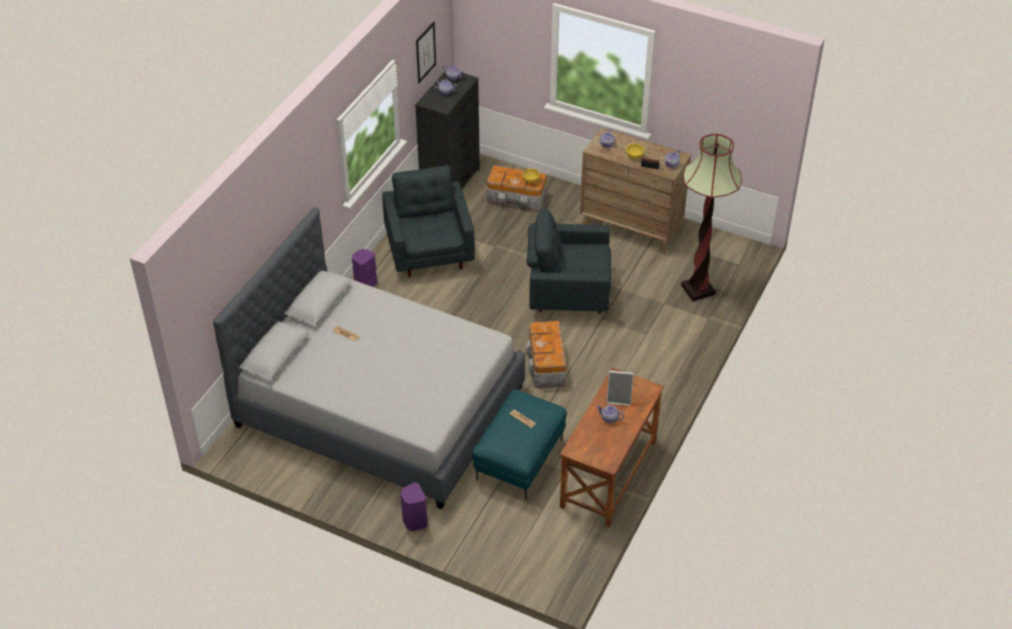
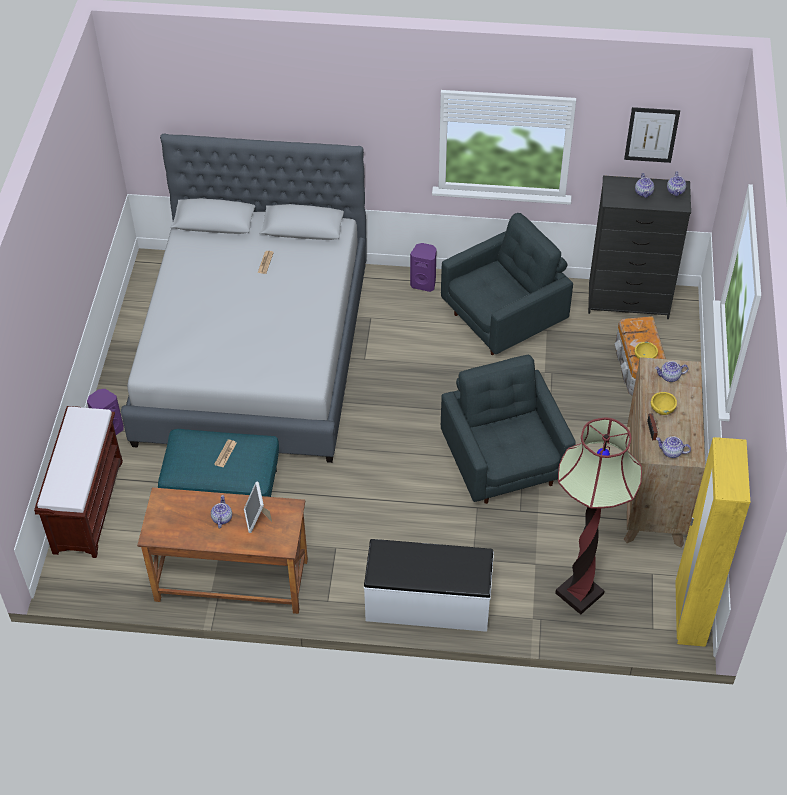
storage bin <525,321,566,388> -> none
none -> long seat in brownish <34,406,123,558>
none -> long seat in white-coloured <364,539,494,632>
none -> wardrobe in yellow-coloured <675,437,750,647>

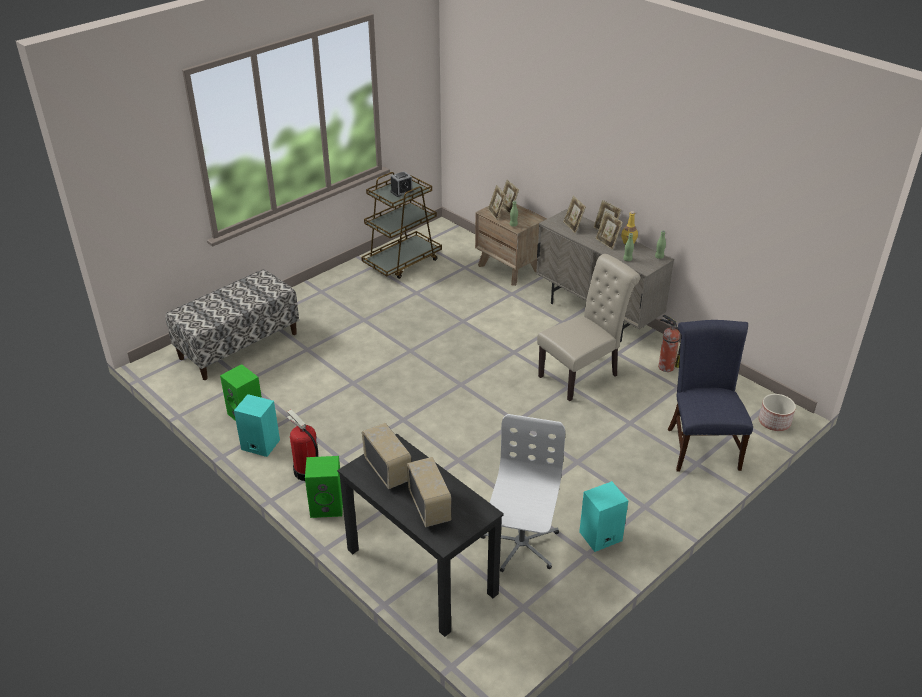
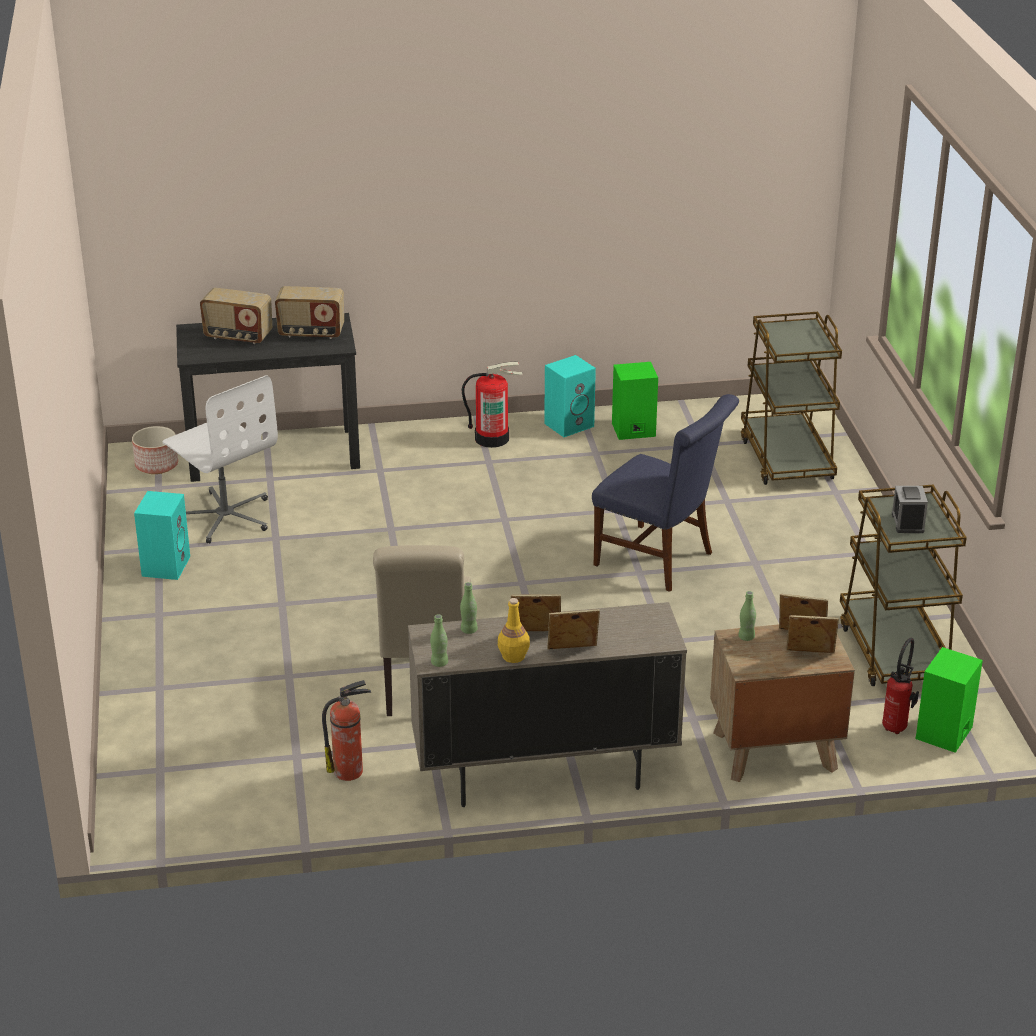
photo frame <563,196,586,233> -> none
none -> fire extinguisher <882,638,919,734>
speaker in greenish <305,456,343,518> -> speaker in greenish <916,647,983,753>, moved
plain chair in blue-coloured <667,320,753,471> -> plain chair in blue-coloured <592,394,739,592>, moved
planter <759,394,796,431> -> planter <132,426,178,474>, moved
long seat <165,269,299,380> -> wheeled cart in brownish <741,312,842,485>

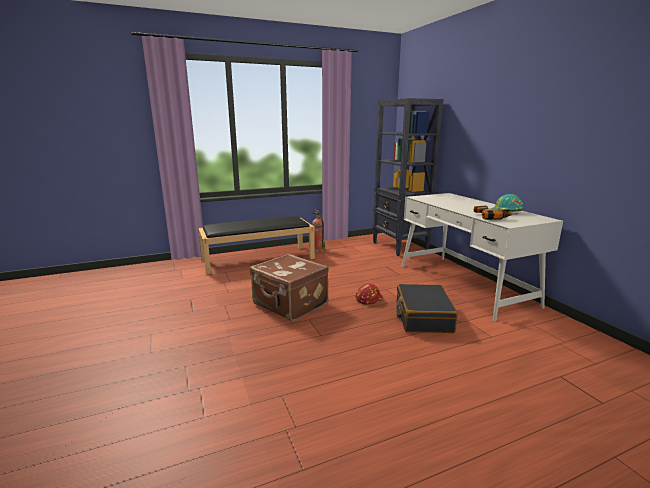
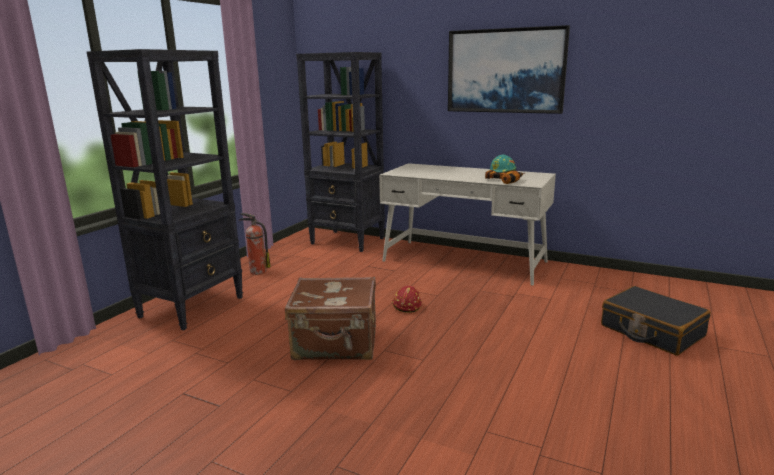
none -> wall art <448,25,570,114>
suitcase in black-coloured <396,284,458,333> -> suitcase in black-coloured <601,286,711,356>, moved
long seat in black-coloured <198,216,315,274> -> bookshelf in black-coloured <87,49,243,330>

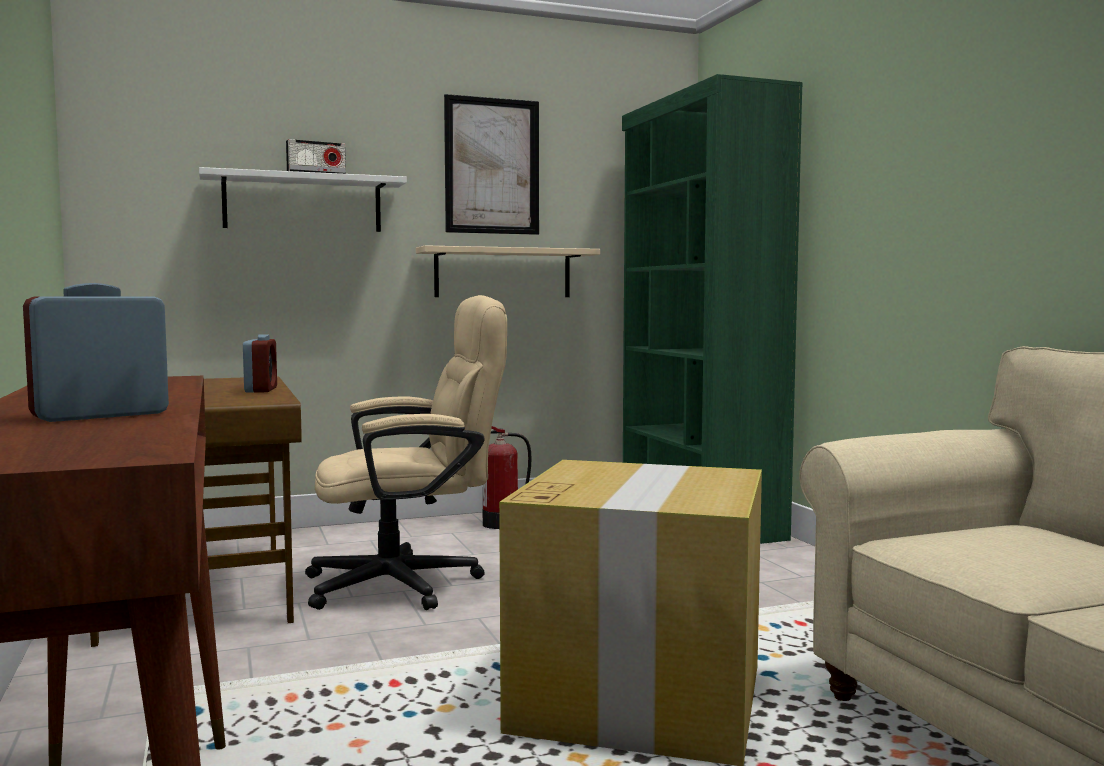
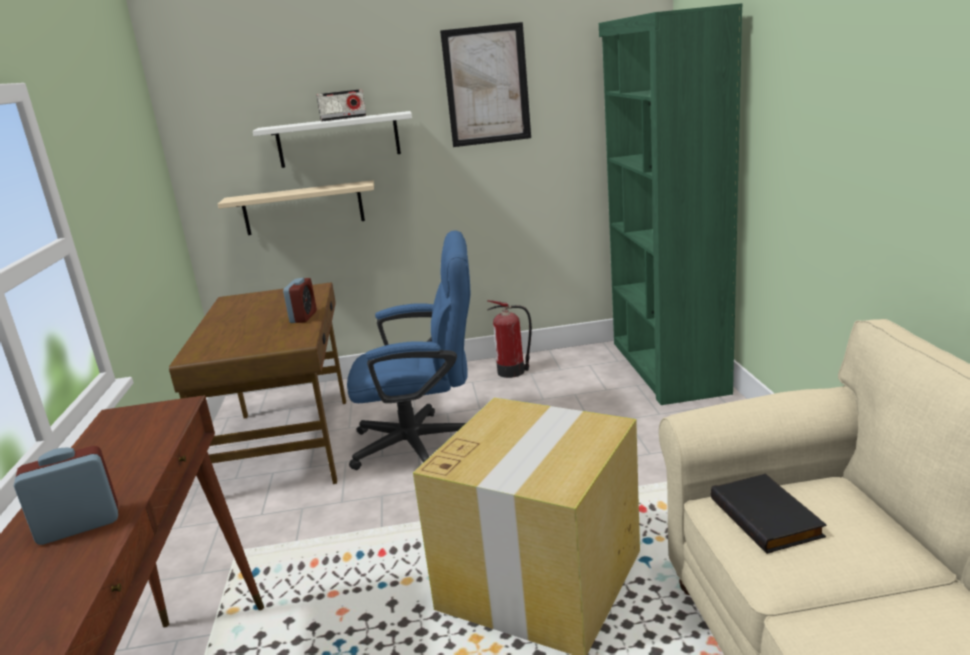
none -> volume in black-coloured <711,474,827,554>
shelf in sand-coloured <416,245,600,297> -> shelf in sand-coloured <218,180,374,235>, moved
desk chair in sand-coloured <305,295,507,610> -> desk chair in blue-coloured <347,230,470,470>

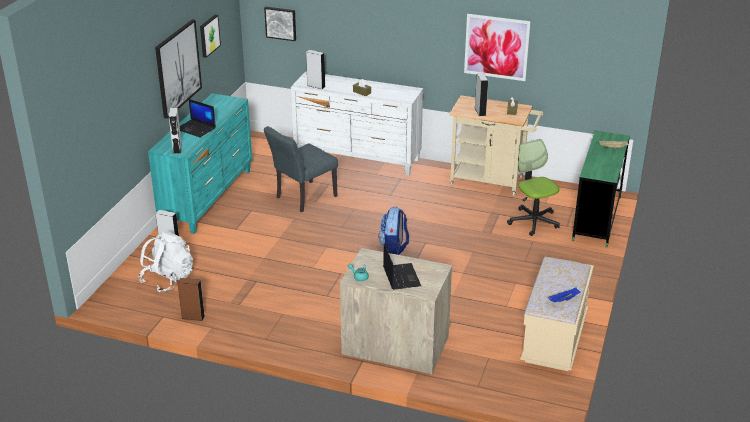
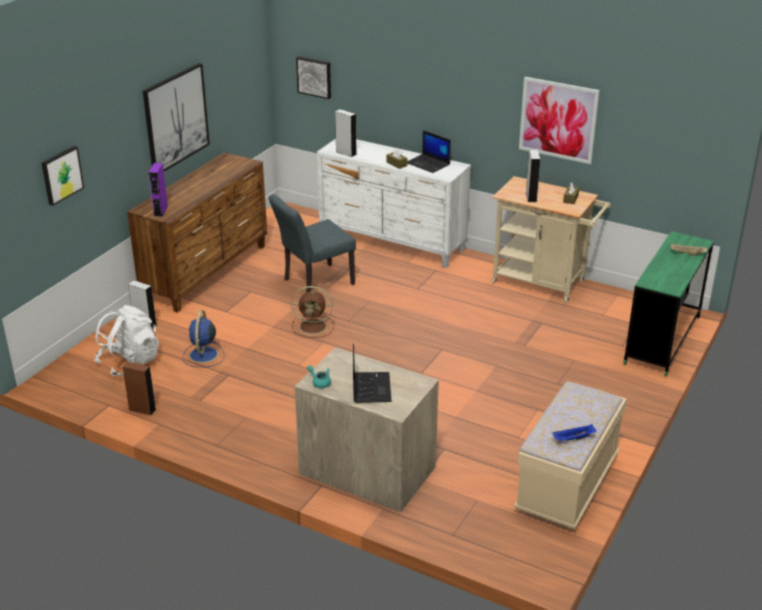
knapsack <378,207,409,255> -> none
desk chair <507,139,560,236> -> none
none -> fan in blue-coloured <183,310,225,367>
none -> fan in brownish <291,286,334,338>
notebook computer <180,99,216,137> -> notebook computer <407,130,451,173>, moved
wall art <200,15,221,58> -> wall art <42,146,84,206>, moved
dresser in turquoise-coloured <148,93,252,234> -> dresser in brownish <127,152,267,313>
speaker in grey <169,108,182,154> -> speaker in purple-coloured <148,163,168,217>

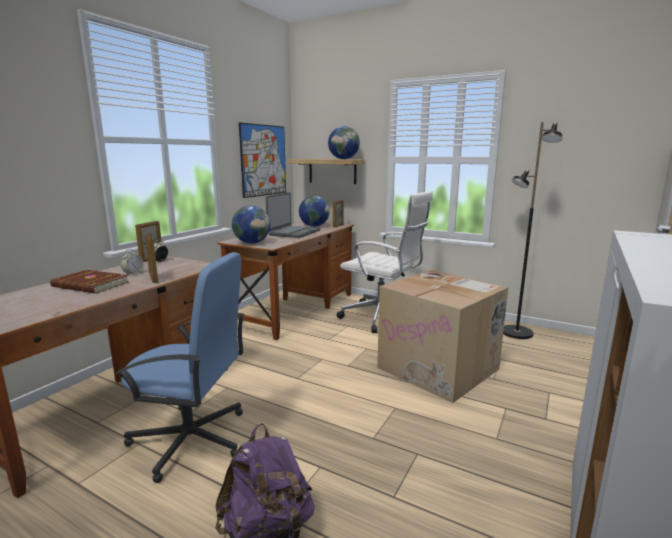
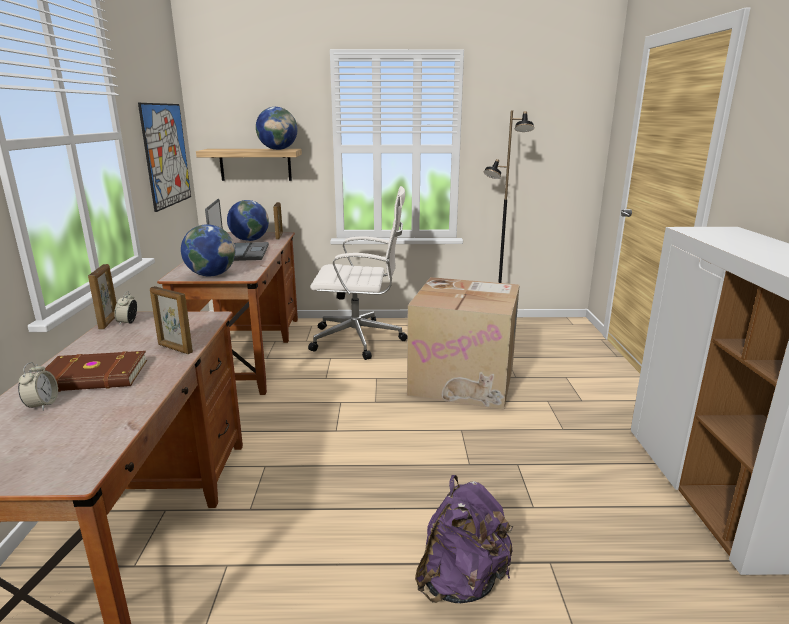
desk chair in blue-coloured <116,252,245,483> -> none
bedside clock <121,249,144,276> -> bedside clock <18,362,58,411>, moved

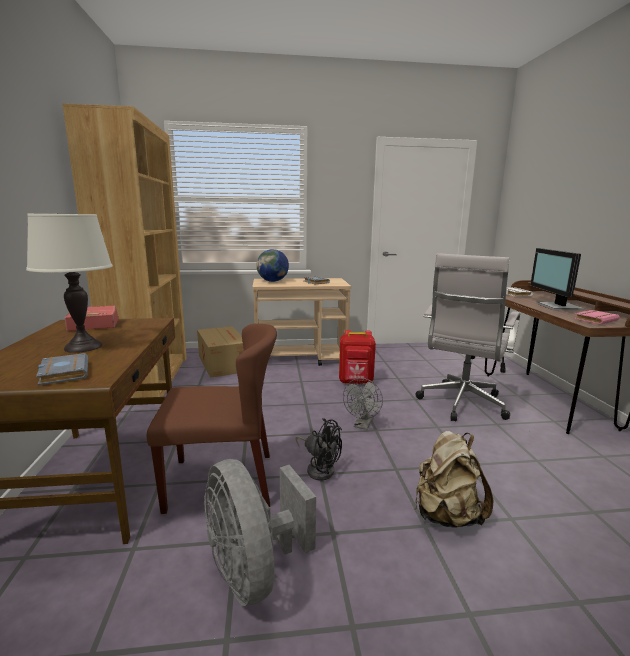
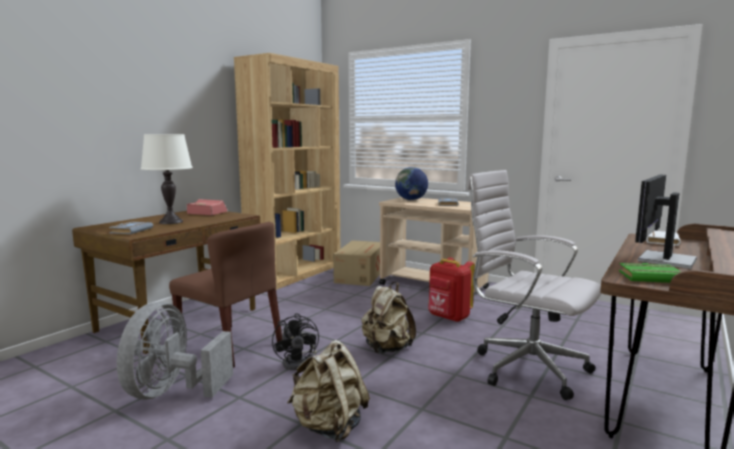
fan in grey <343,378,383,430> -> knapsack in sand-coloured <361,282,416,354>
volume in pink-coloured <574,310,620,325> -> volume in greenish <619,263,682,283>
desk chair in white-coloured <415,253,520,421> -> desk chair in white-coloured <467,170,601,400>, 60 degrees clockwise

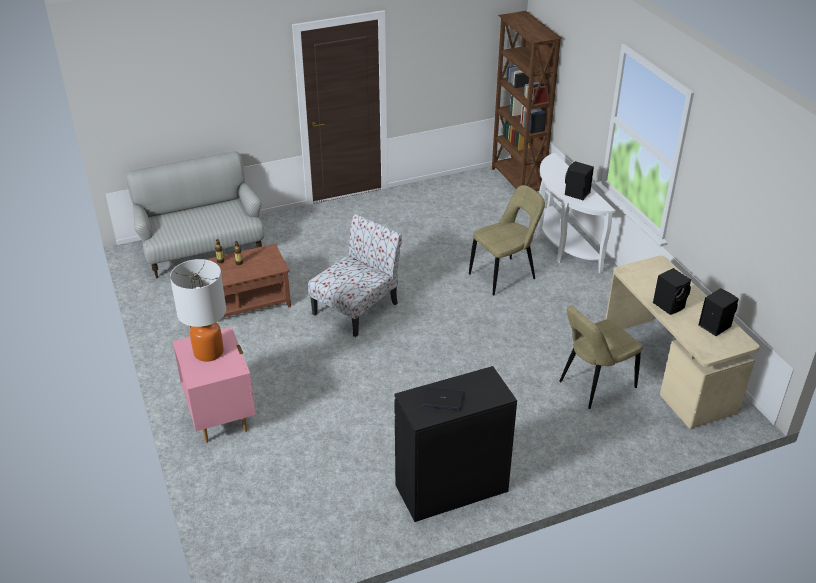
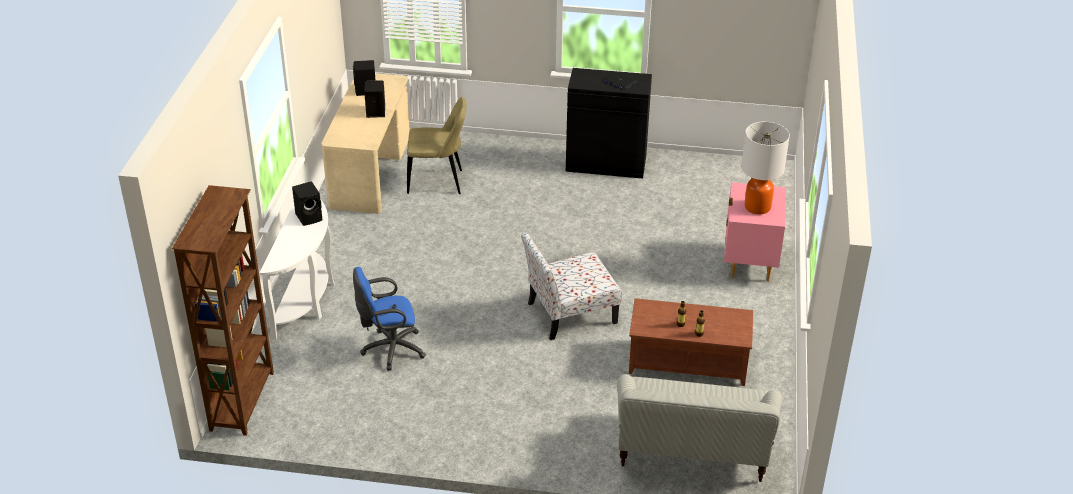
plain chair in sand-coloured <469,185,545,295> -> none
none -> desk chair in blue-coloured <353,267,426,371>

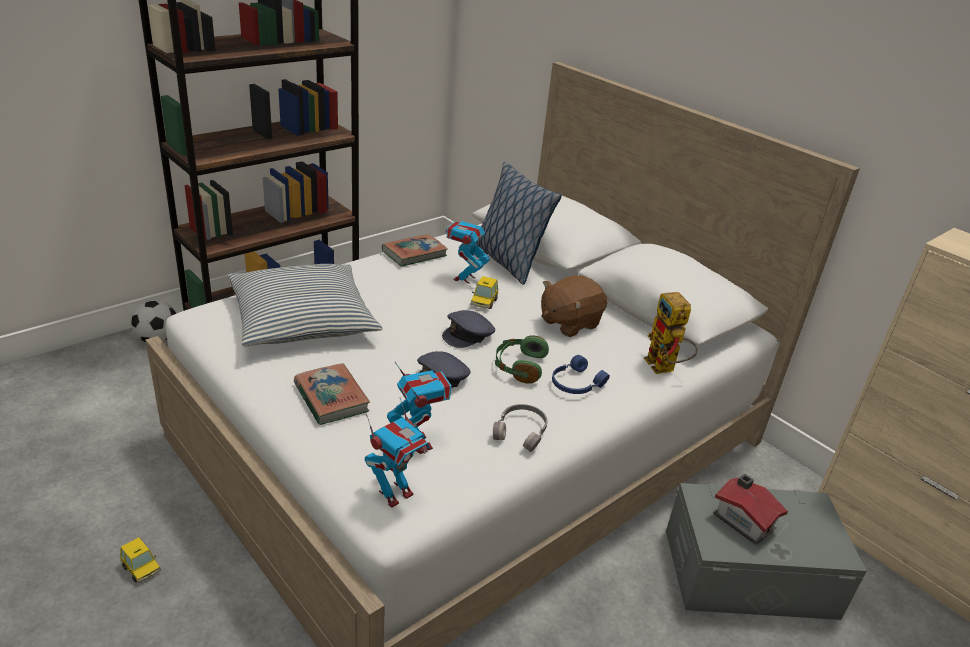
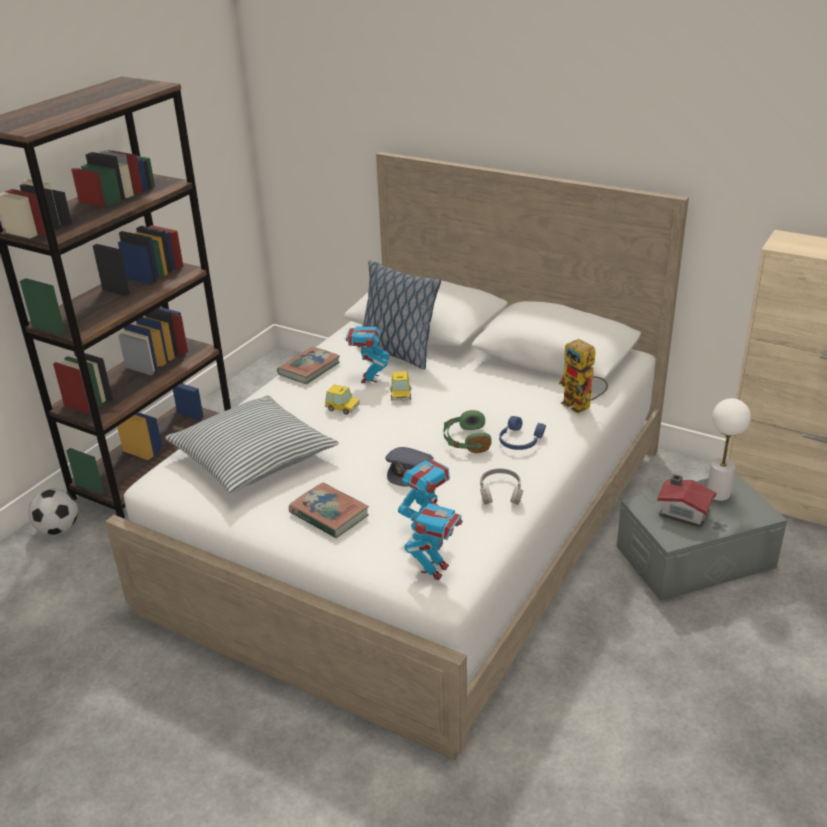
baseball cap in grey <442,310,495,348> -> none
cuddly toy in brownish <541,275,607,337> -> none
none -> lamp for a table in white-coloured <707,398,751,501>
miniature car <120,537,161,583> -> miniature car <325,385,360,415>, moved

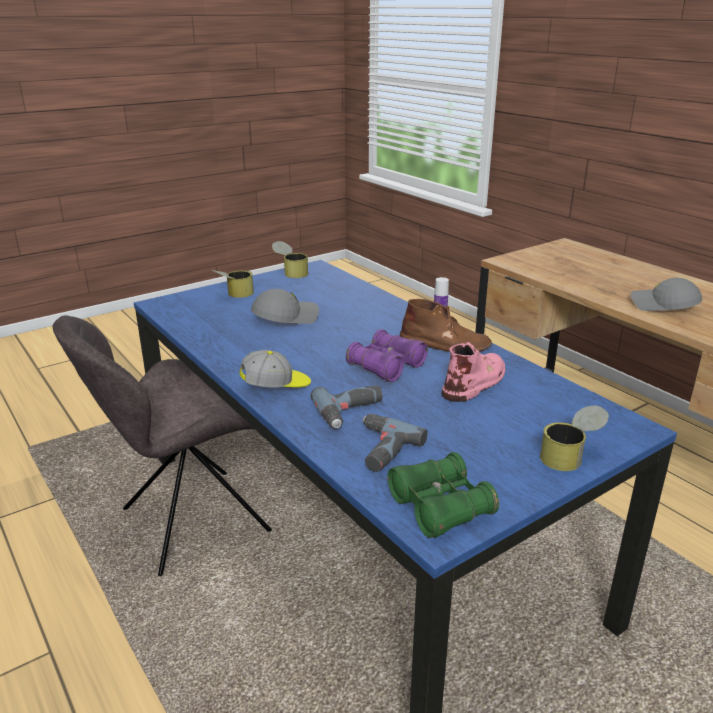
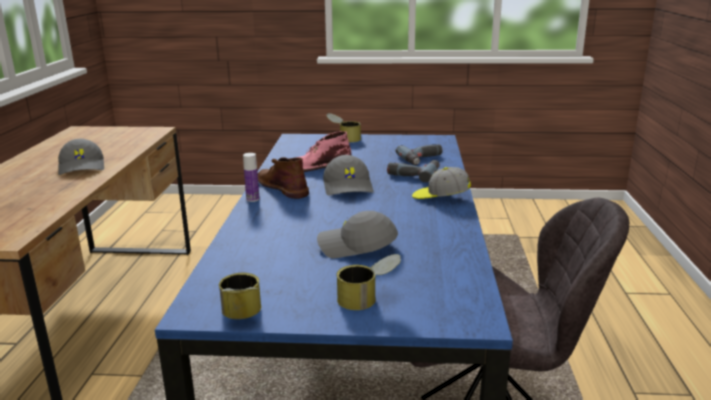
binoculars in greenish <388,452,499,538> -> none
binoculars in purple-coloured <346,329,428,382> -> baseball cap in grey <323,155,374,195>

